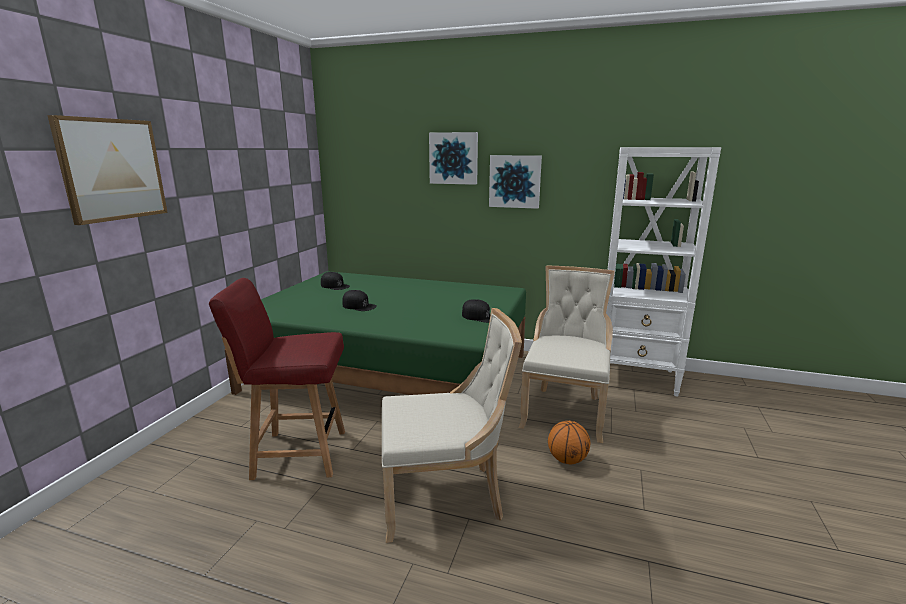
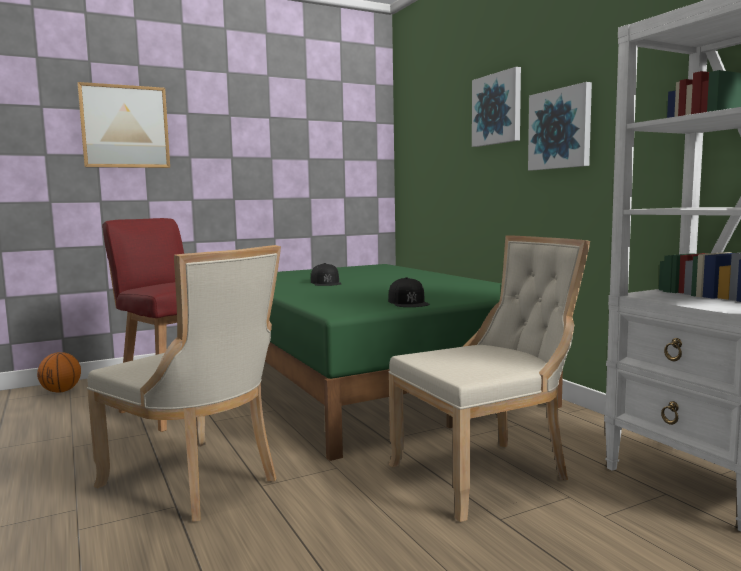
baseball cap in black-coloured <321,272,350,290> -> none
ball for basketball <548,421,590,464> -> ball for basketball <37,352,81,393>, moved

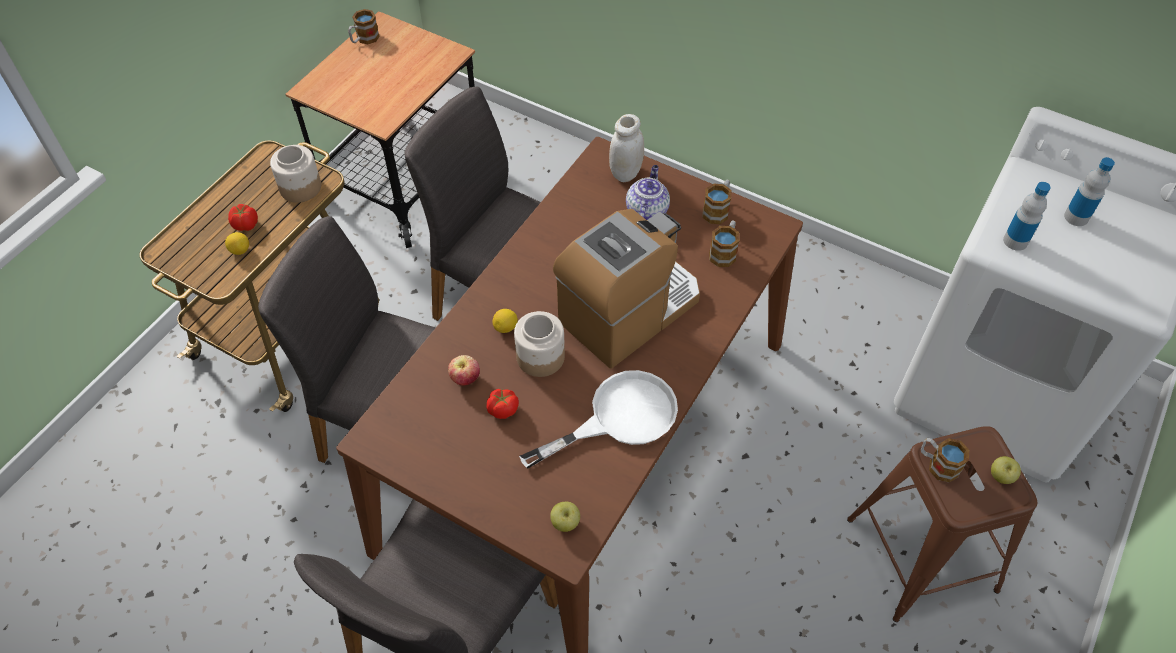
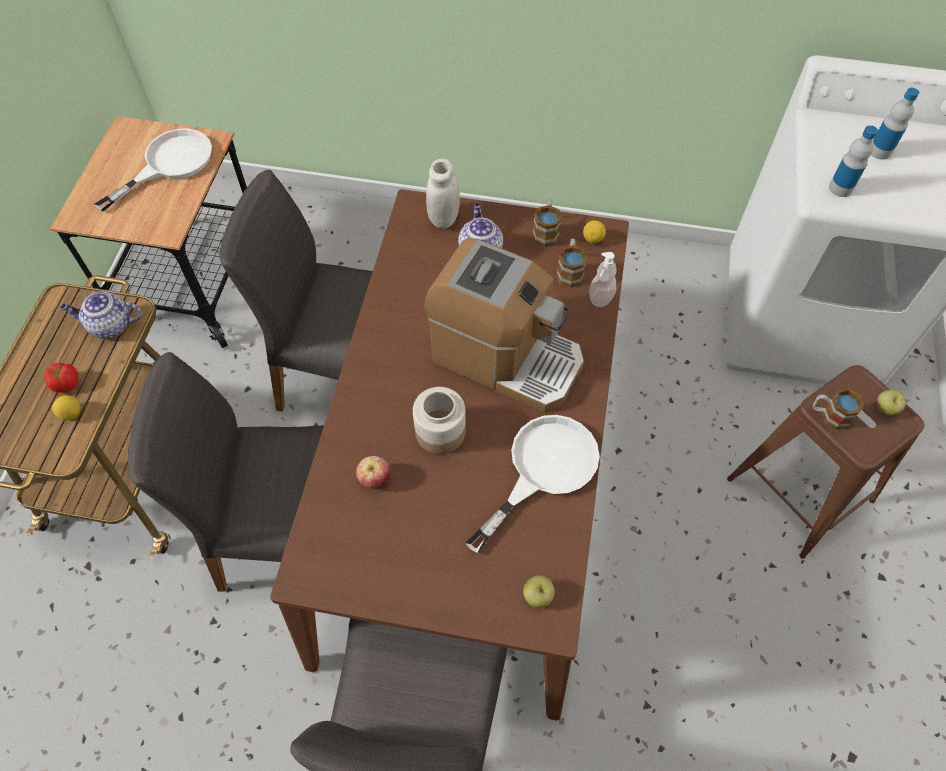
tea mug <348,9,380,44> -> none
tomato <486,389,519,419> -> none
none -> skillet in white-coloured <94,128,212,212>
none -> soap dispenser <589,252,616,307>
whole lemon <493,309,518,333> -> whole lemon <583,220,606,243>, moved
storage jar <270,145,321,203> -> tea pot <60,291,142,338>
coffee brewer <553,209,700,368> -> coffee brewer <424,238,584,413>, 90 degrees clockwise

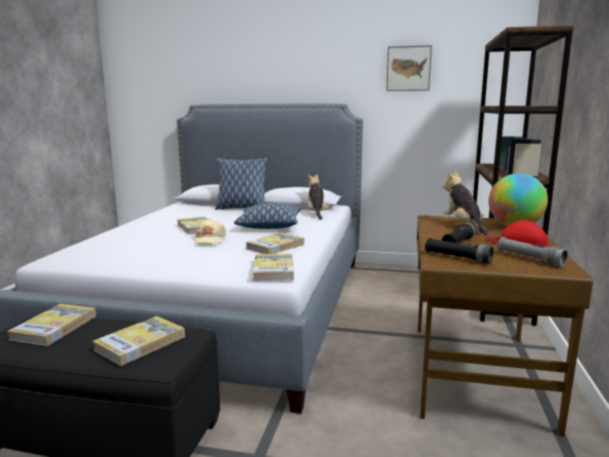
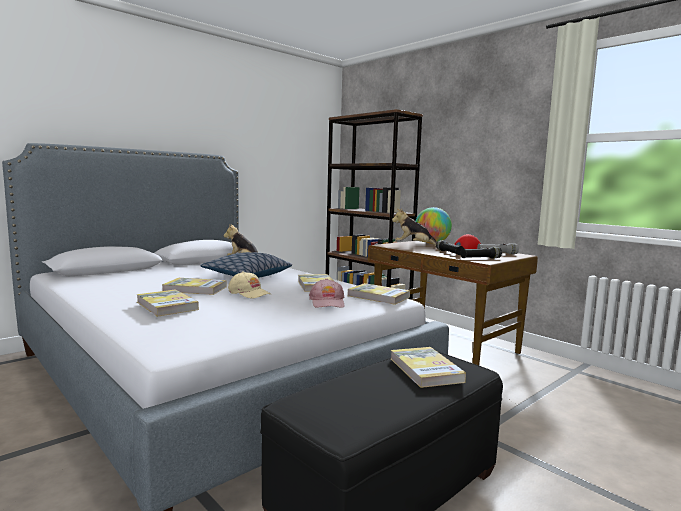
cushion <215,158,268,210> -> none
wall art <386,45,432,91> -> none
none -> baseball cap in pink-coloured <309,279,344,308>
volume <7,304,96,346> -> volume <136,290,199,317>, moved

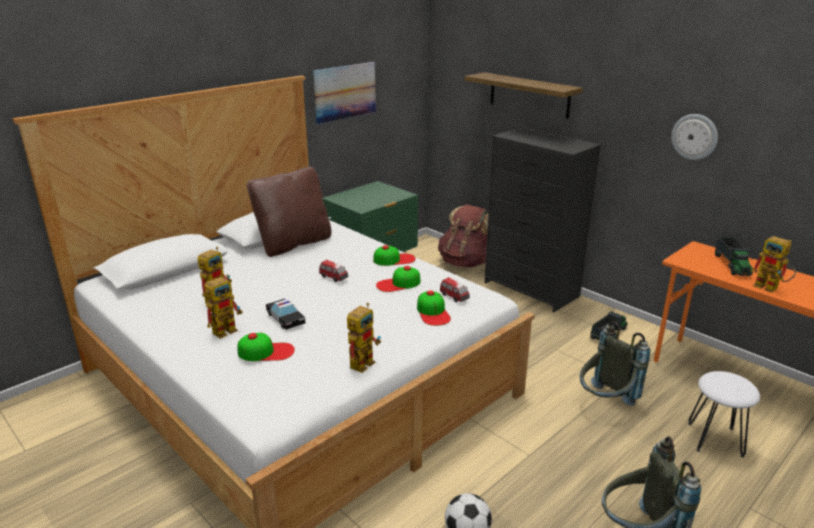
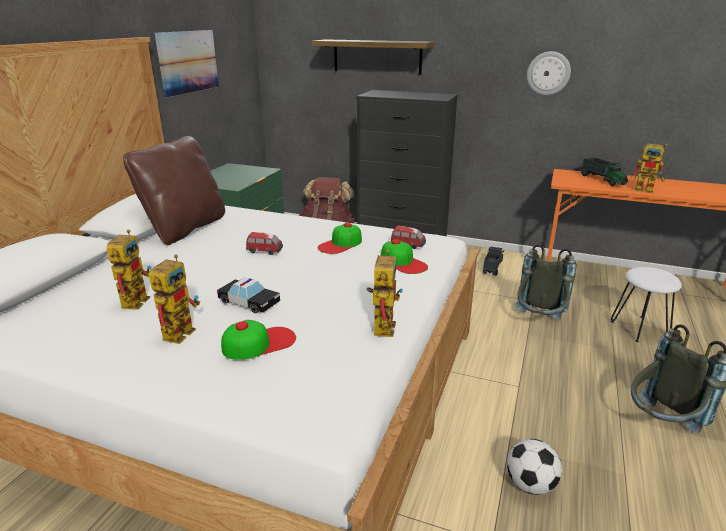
baseball cap <373,245,416,266> -> none

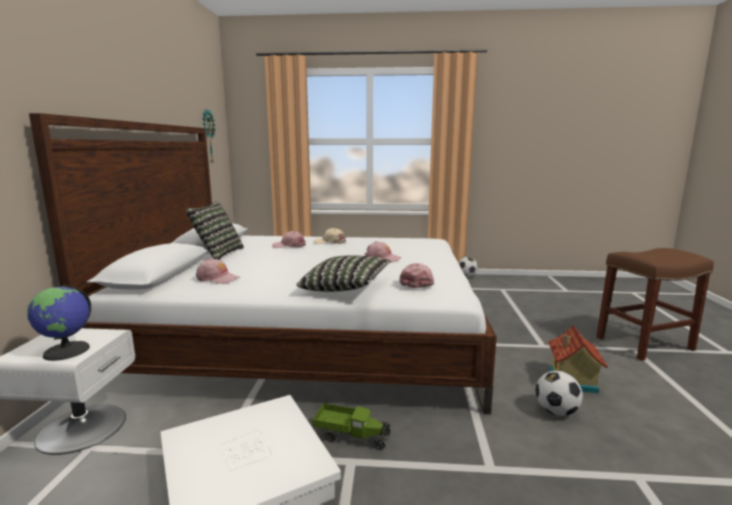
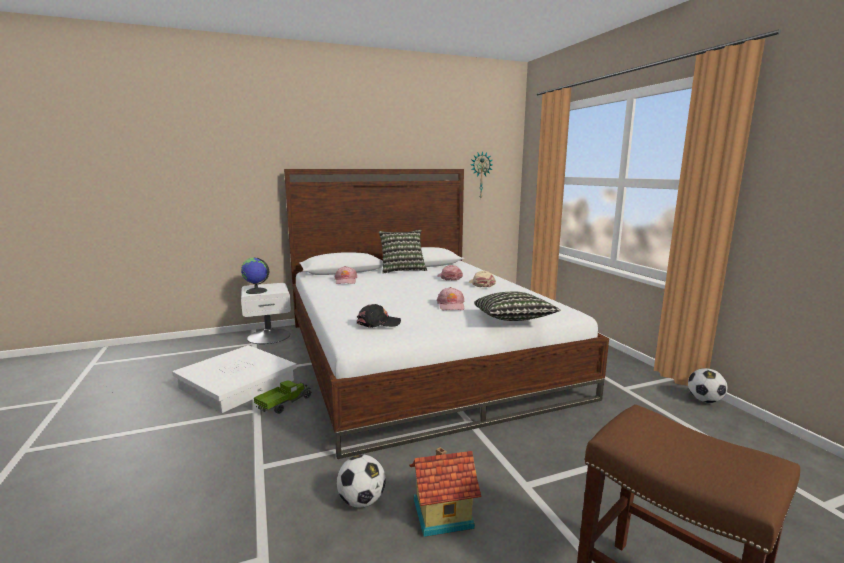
cushion <297,255,391,292> -> cushion <474,292,560,321>, moved
baseball cap in pink-coloured <400,263,434,288> -> baseball cap in black-coloured <357,304,401,328>
toy truck <312,403,391,450> -> toy truck <254,380,311,414>, 135 degrees counterclockwise

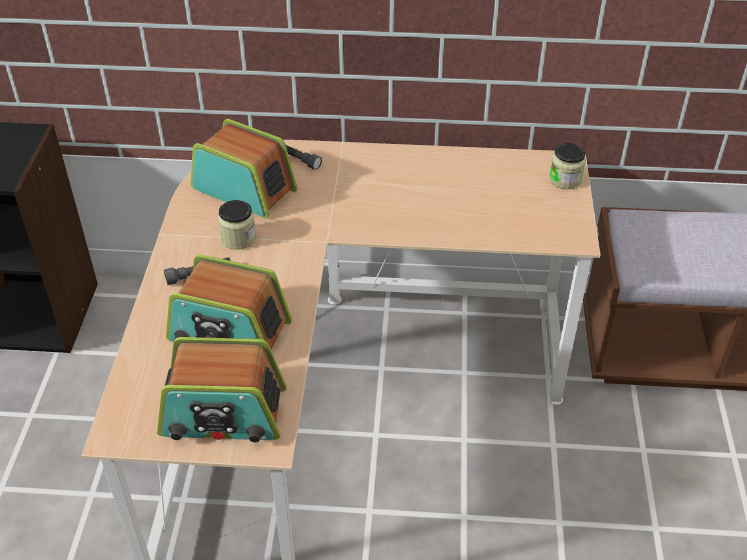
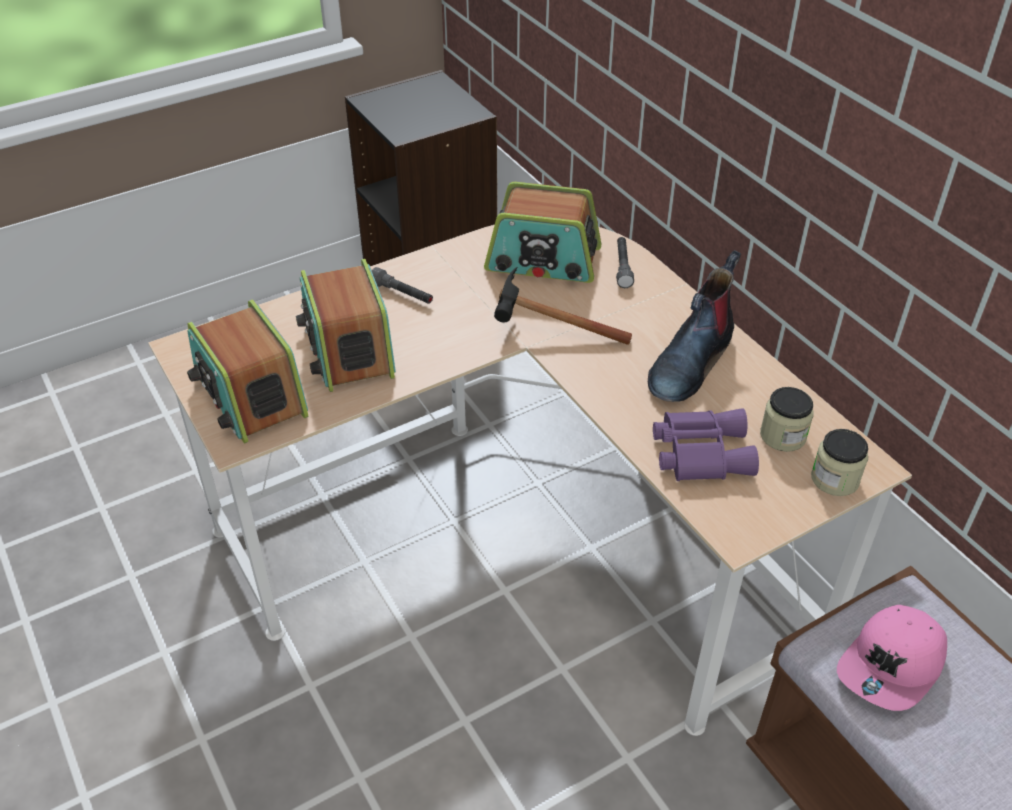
none -> hand hammer <494,267,632,345>
none -> boot <648,250,741,402>
none -> binoculars in purple-coloured <653,409,759,481>
none -> baseball cap in pink-coloured <837,605,947,711>
storage jar <218,200,256,250> -> storage jar <760,387,813,452>, moved
radio set <191,119,298,219> -> radio set <484,182,601,283>, 105 degrees clockwise

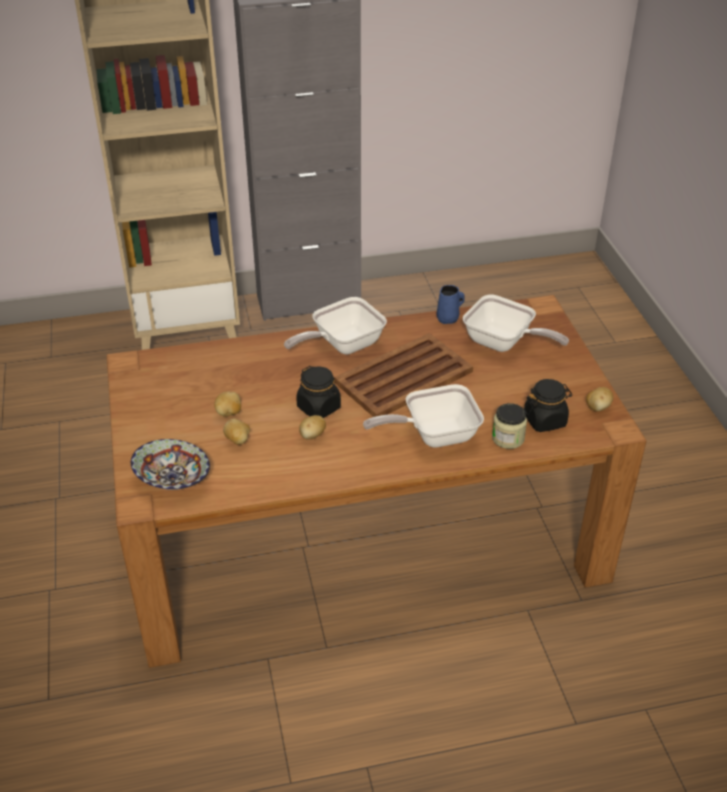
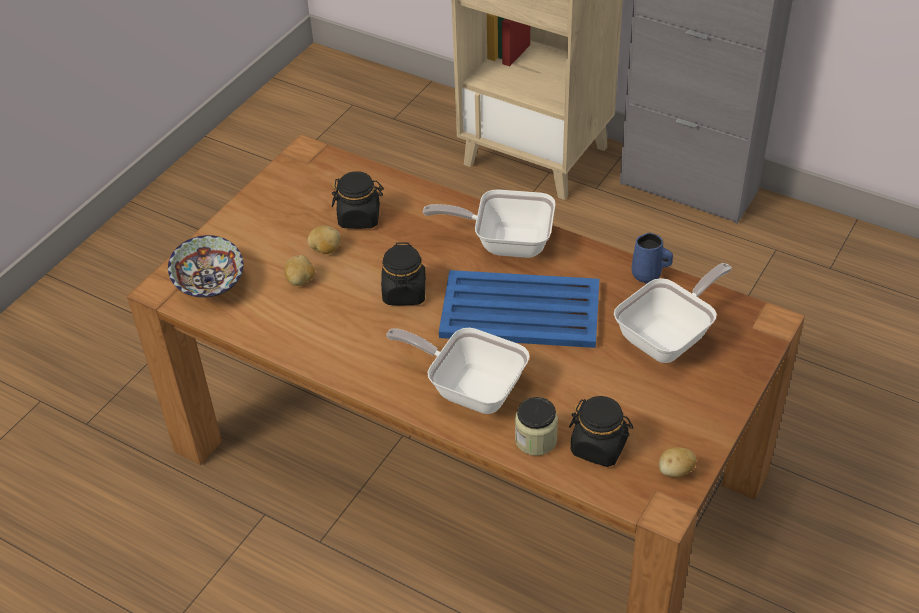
potato <299,415,326,440> -> none
none -> storage jar in black-coloured <332,171,384,229>
serving tray in brownish <334,333,473,417> -> serving tray in blue-coloured <439,270,599,348>
skillet <463,295,569,352> -> skillet <614,263,732,363>, 120 degrees counterclockwise

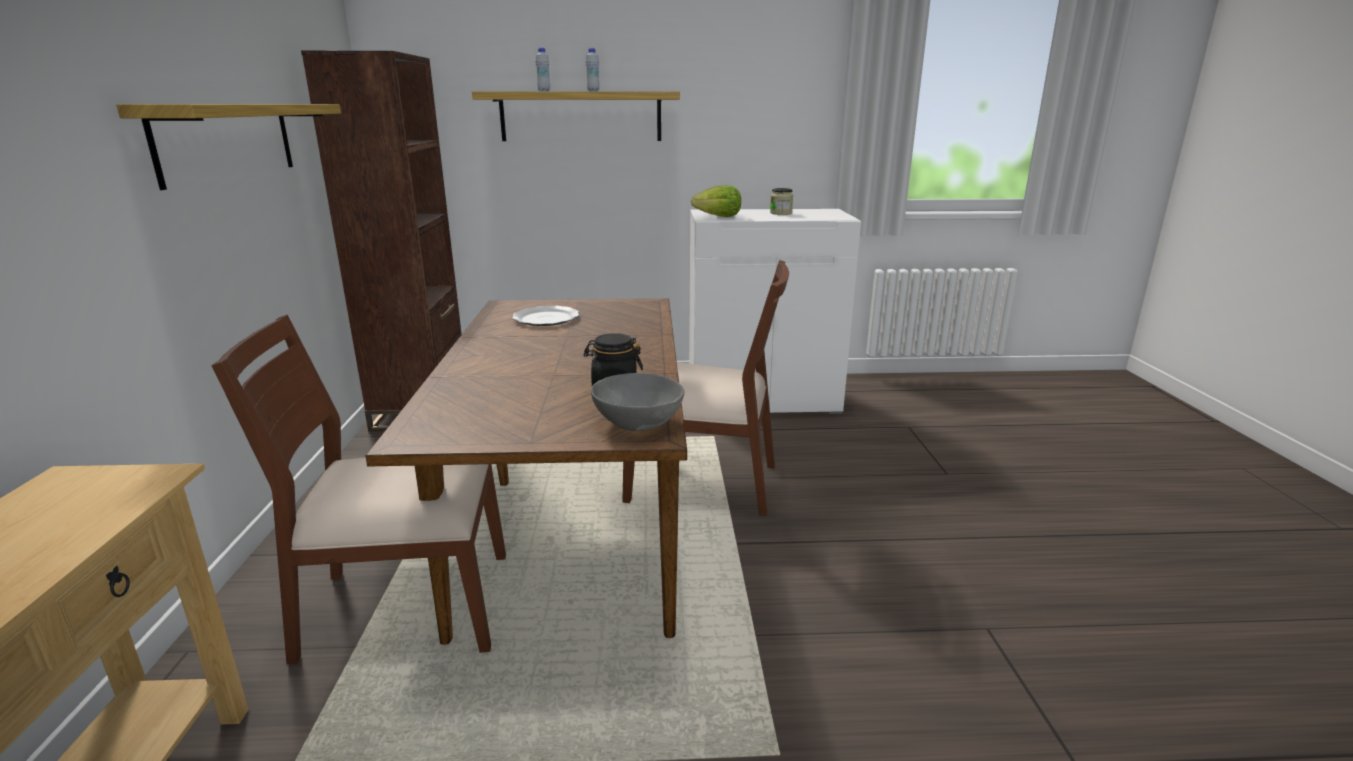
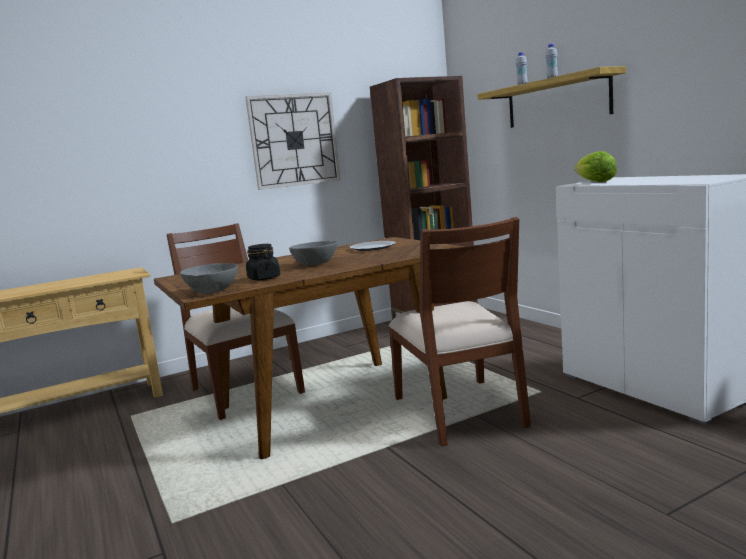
storage jar <770,188,793,215> -> none
none -> bowl in grey <289,241,338,266>
shelf <116,104,341,190> -> wall clock <245,92,341,190>

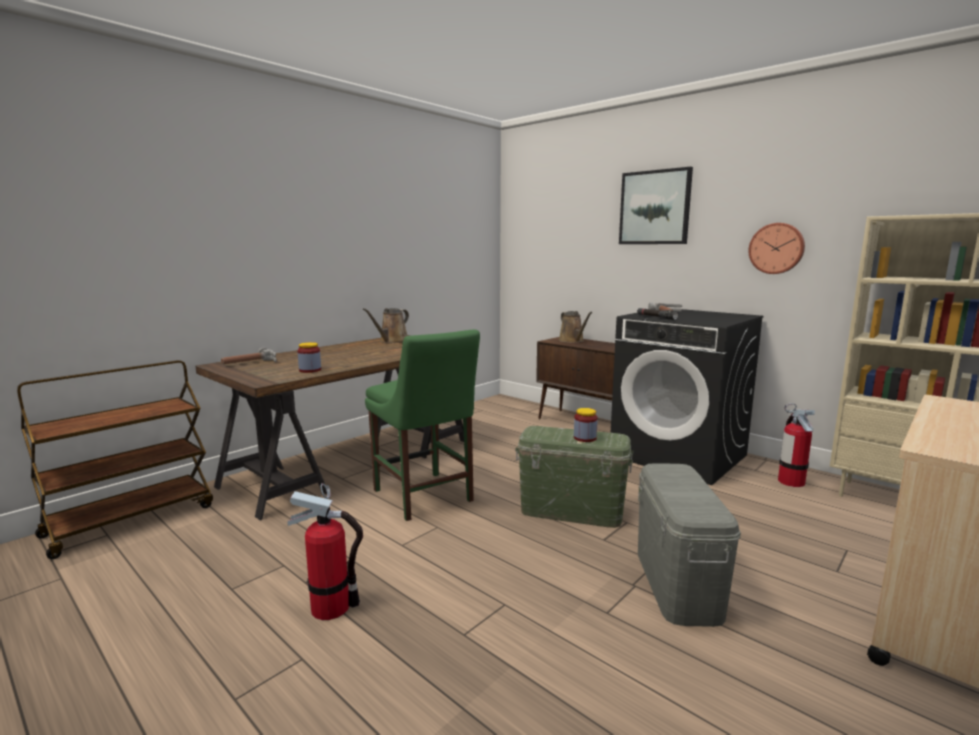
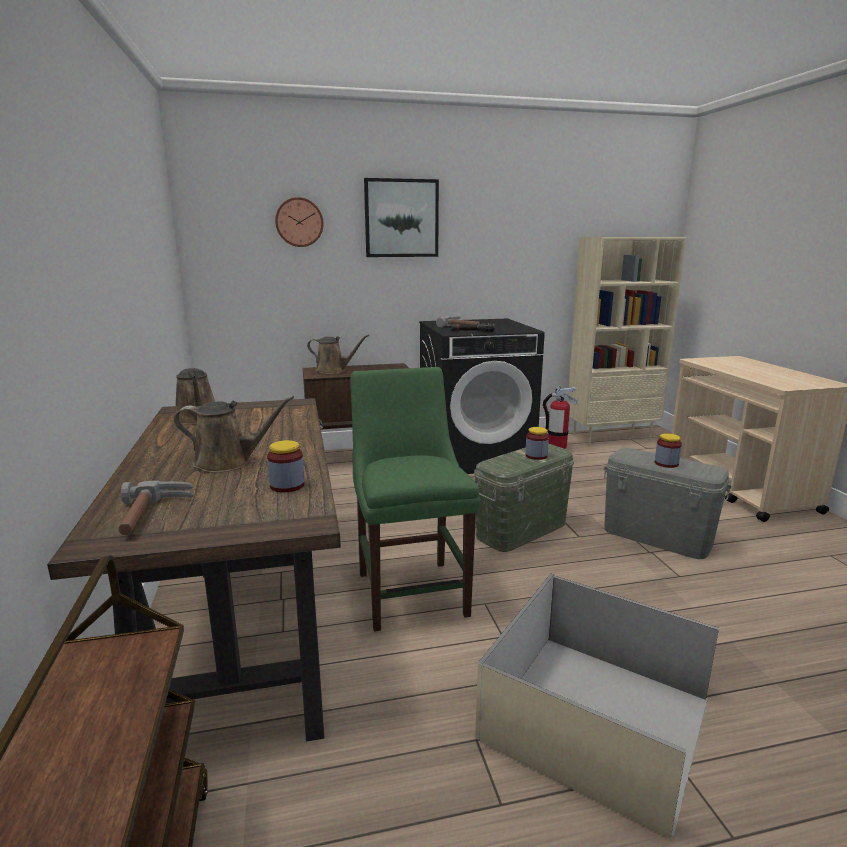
none -> watering pot in brownish <174,396,294,473>
none -> storage jar <655,433,682,468>
wall clock <748,223,805,274> -> wall clock <275,197,323,247>, moved
fire extinguisher <287,483,363,620> -> storage bin in sand-coloured <475,574,719,839>
plain chair in greenish <365,329,480,521> -> plain chair in greenish <350,367,480,632>, 105 degrees counterclockwise

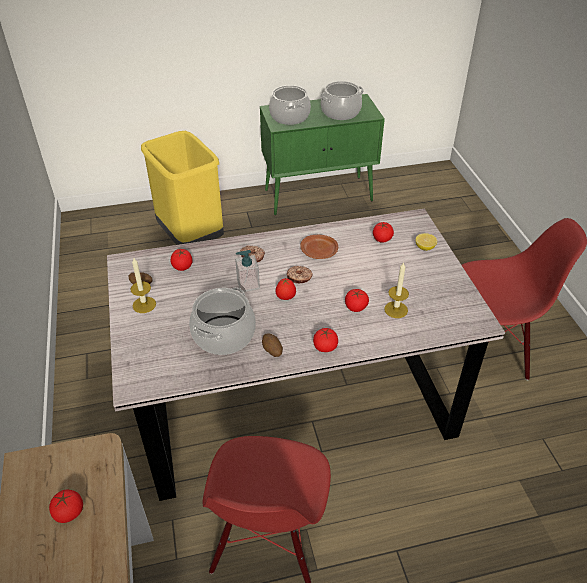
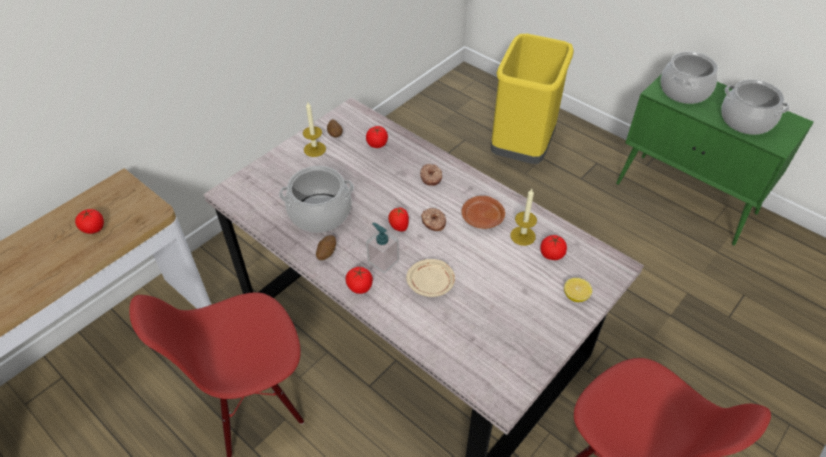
soap dispenser <235,250,260,292> -> soap dispenser <366,223,399,274>, moved
wax light <384,262,409,318> -> wax light <510,189,537,246>, moved
tomato <345,289,369,312> -> flat dish in sand-coloured <406,259,455,297>

